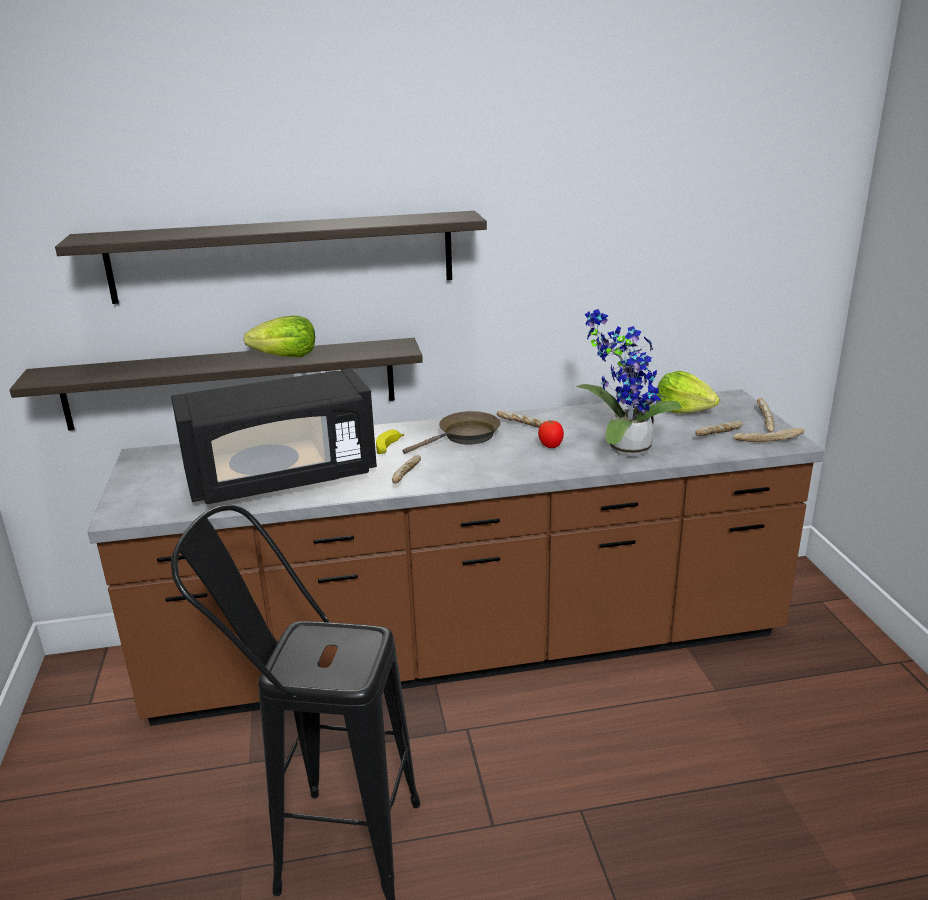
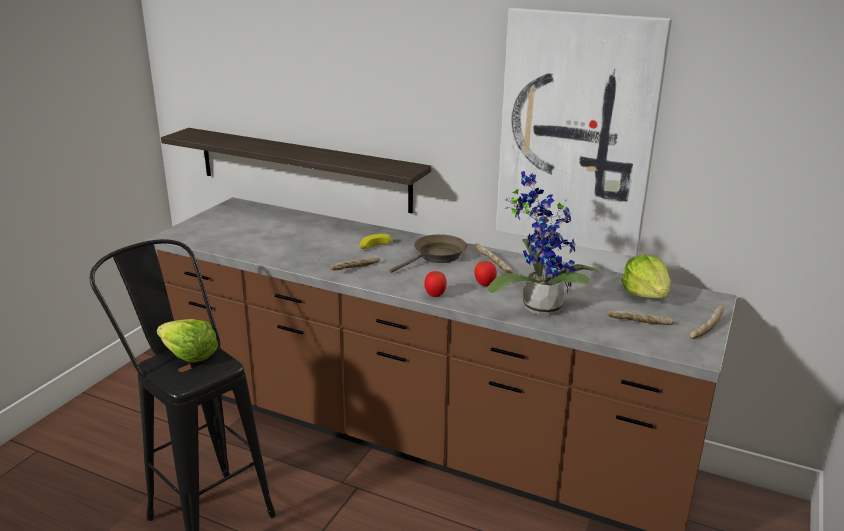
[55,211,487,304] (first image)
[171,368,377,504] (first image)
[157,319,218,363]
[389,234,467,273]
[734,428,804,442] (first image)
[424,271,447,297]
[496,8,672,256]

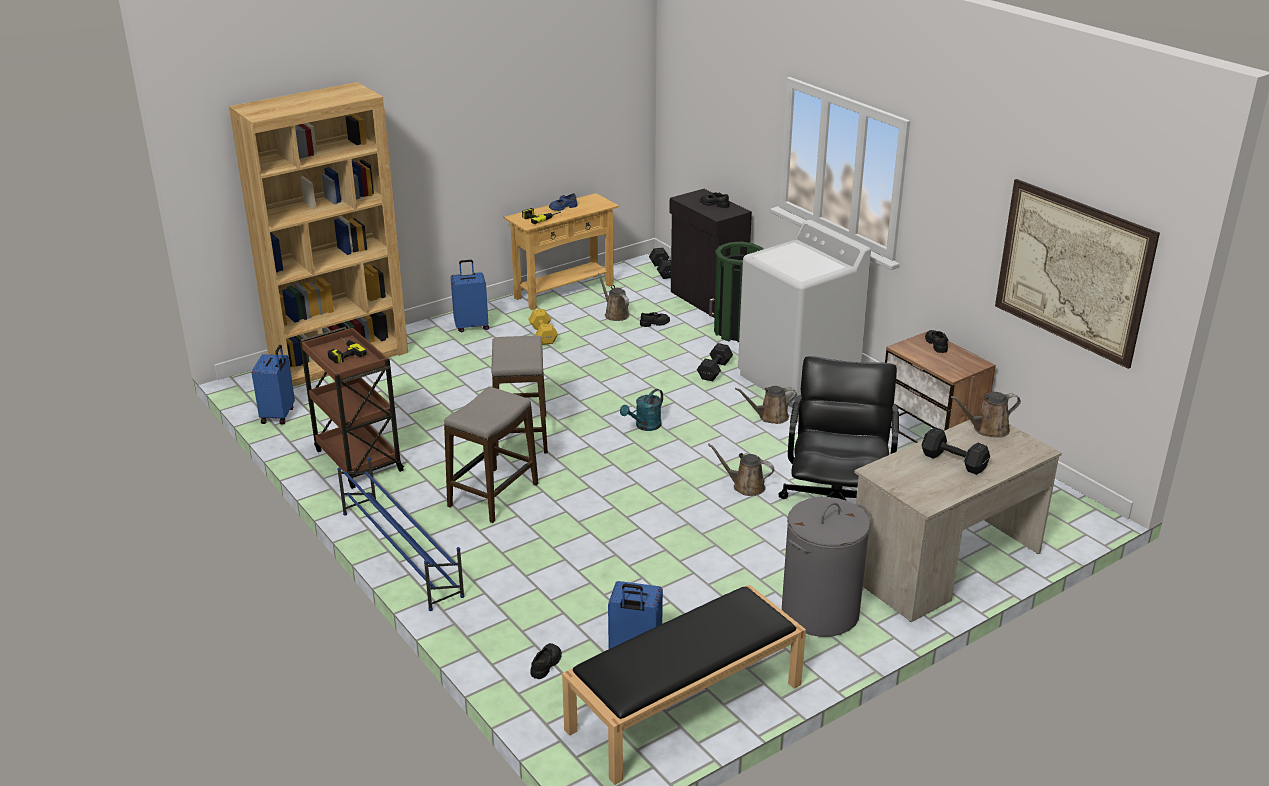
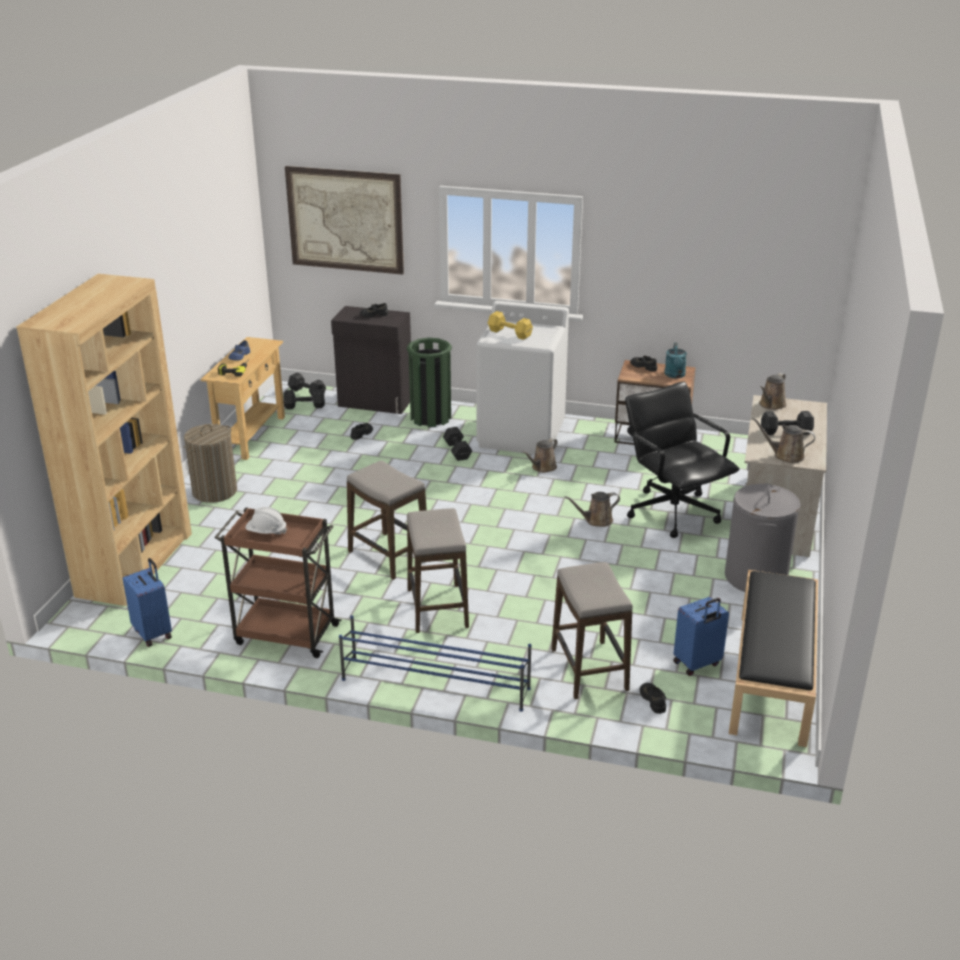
[245,507,287,534]
[183,424,237,503]
[488,311,533,340]
[752,417,815,463]
[665,342,687,378]
[285,166,404,275]
[283,389,325,409]
[551,562,633,699]

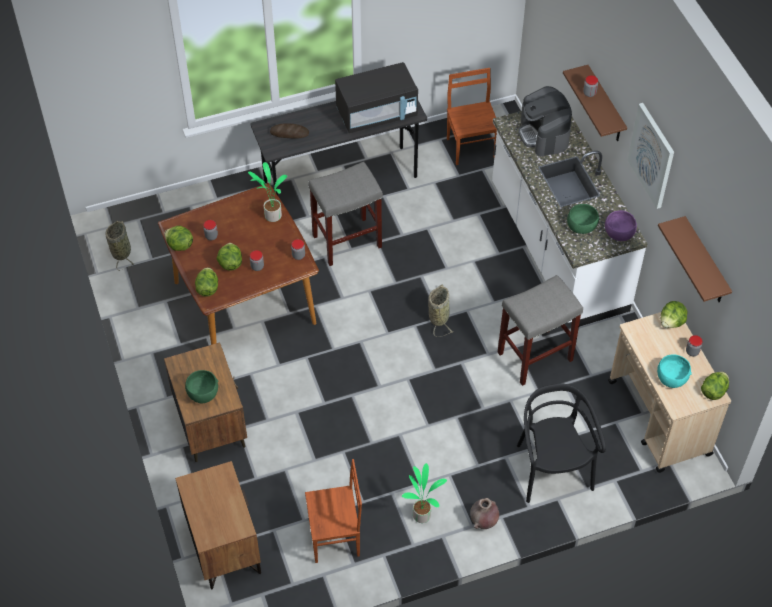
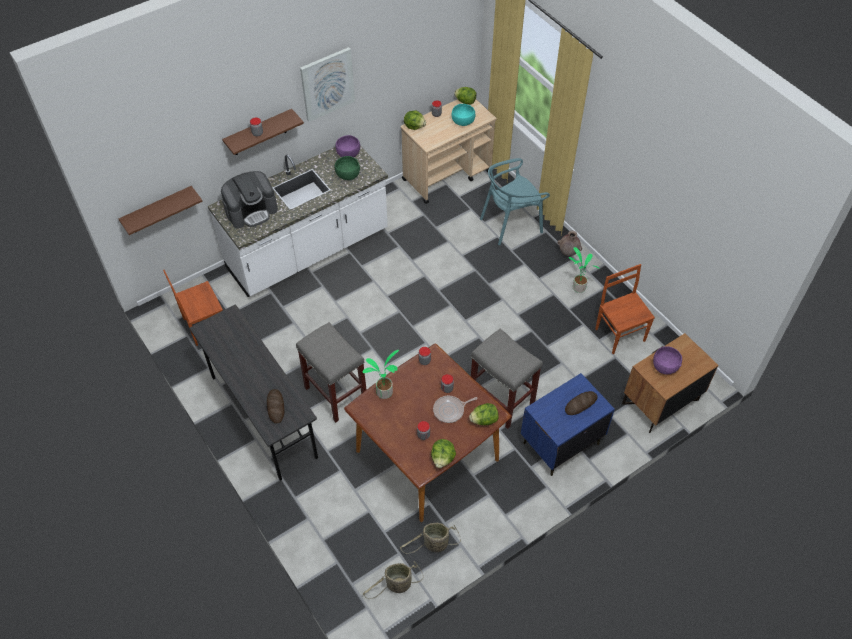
[521,373,615,476]
[565,391,598,415]
[433,396,477,423]
[335,62,418,133] (first image)
[400,523,461,554]
[471,329,543,429]
[480,158,550,245]
[119,186,203,235]
[653,346,682,374]

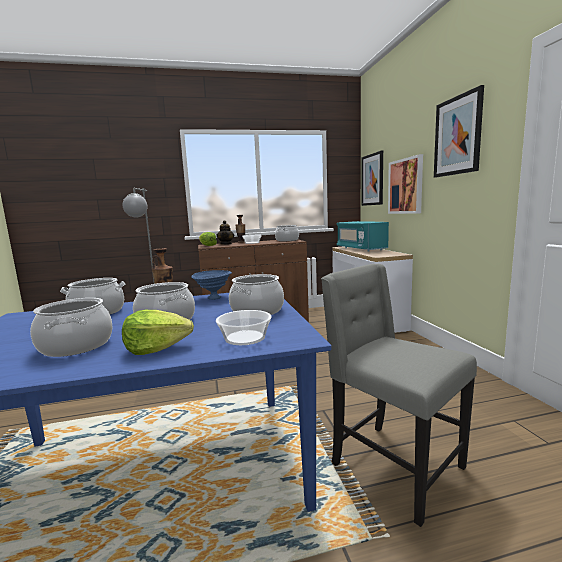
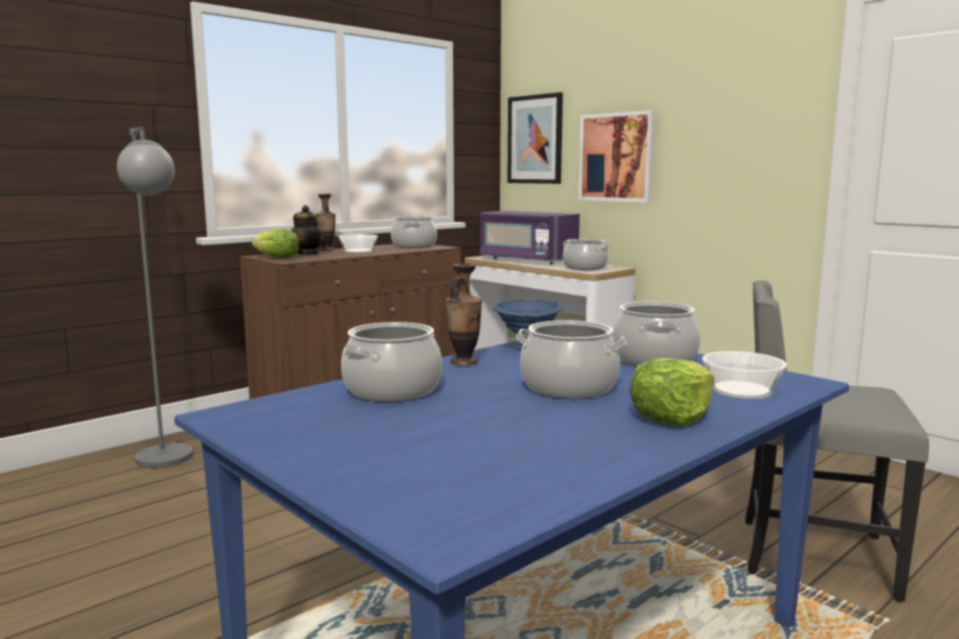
[563,239,609,270]
[480,211,580,264]
[434,85,484,178] (first image)

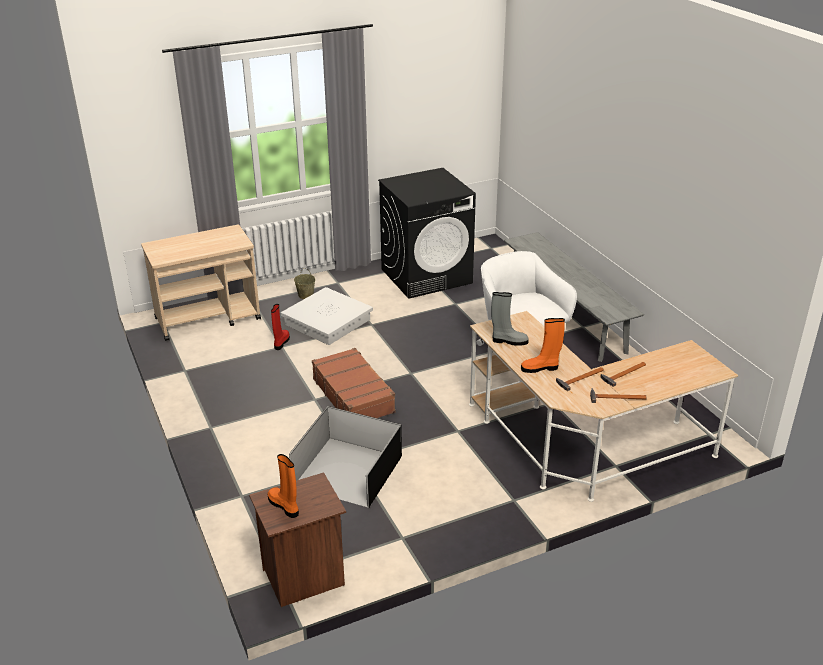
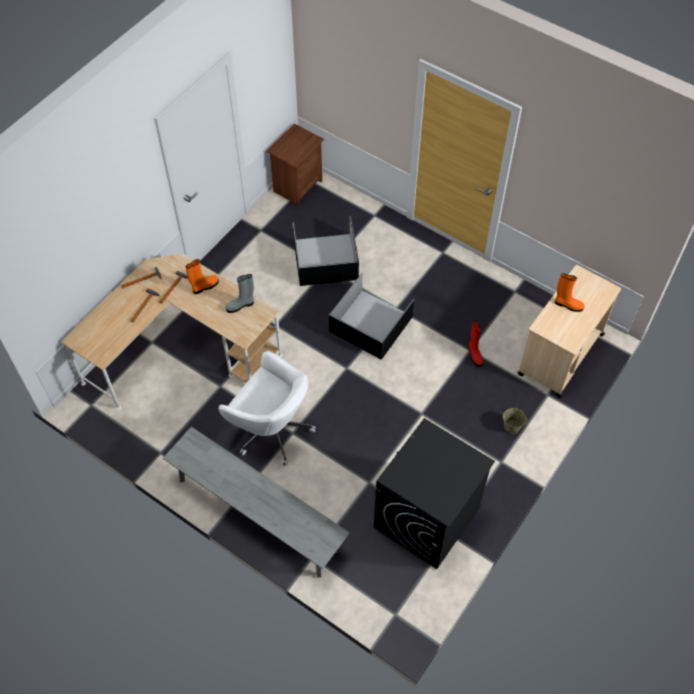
[555,273,584,312]
[281,287,373,345] (first image)
[329,273,415,359]

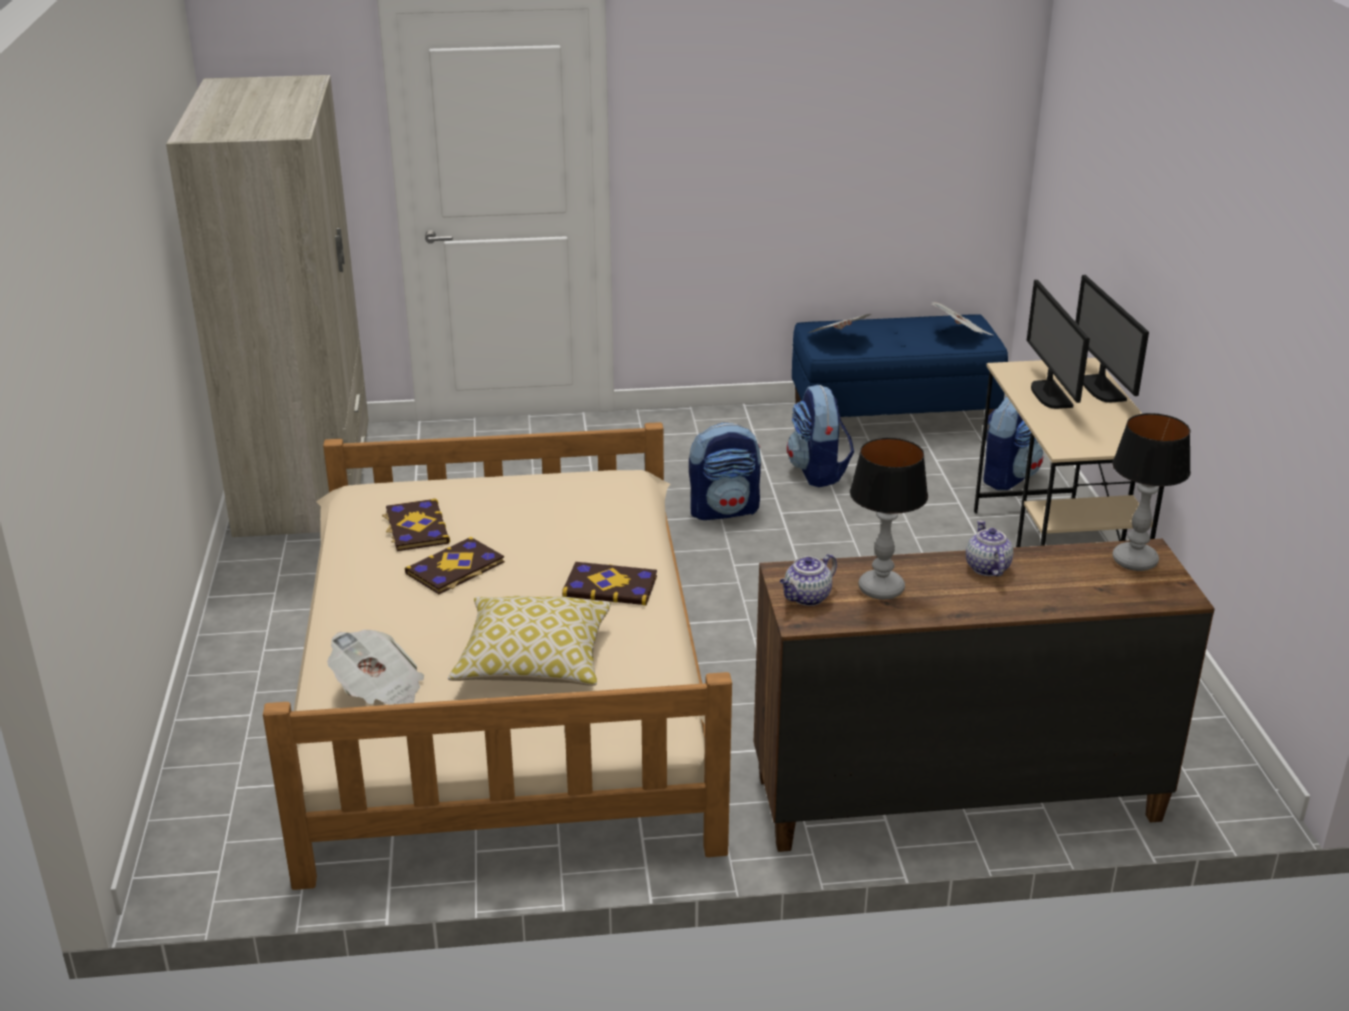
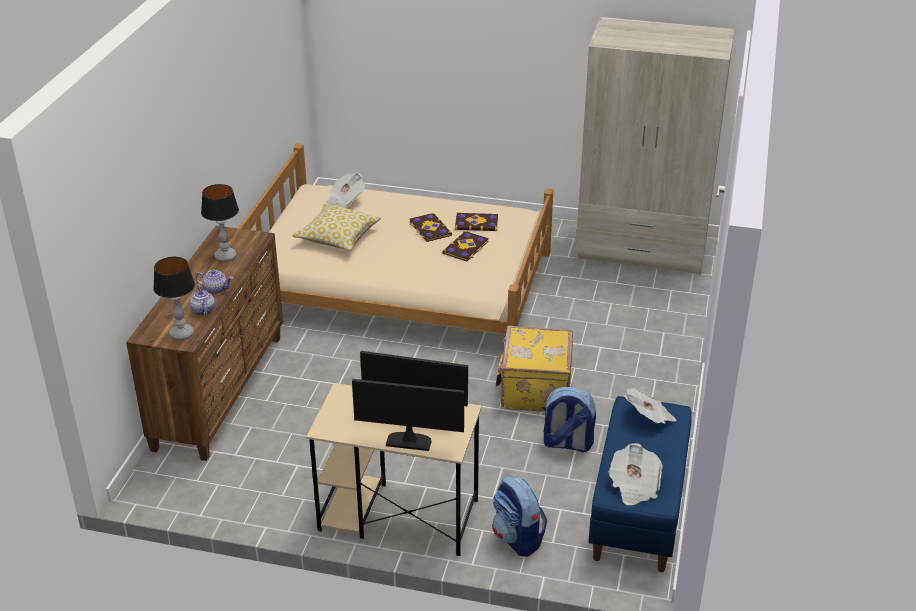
[442,231,489,261]
[496,326,573,412]
[190,286,215,315]

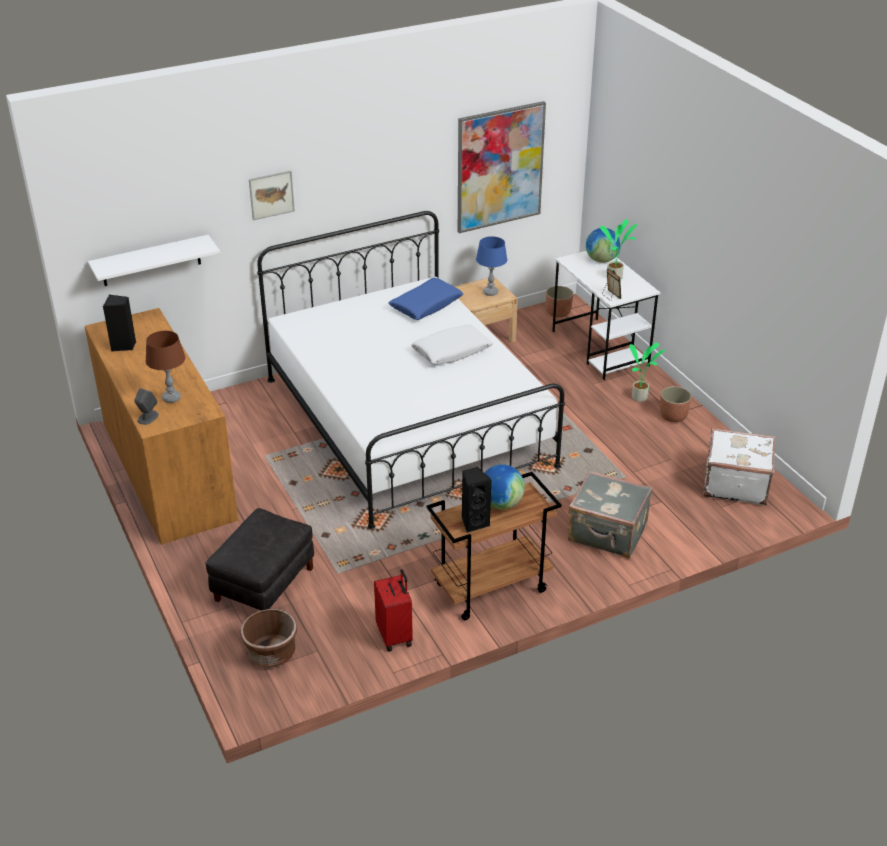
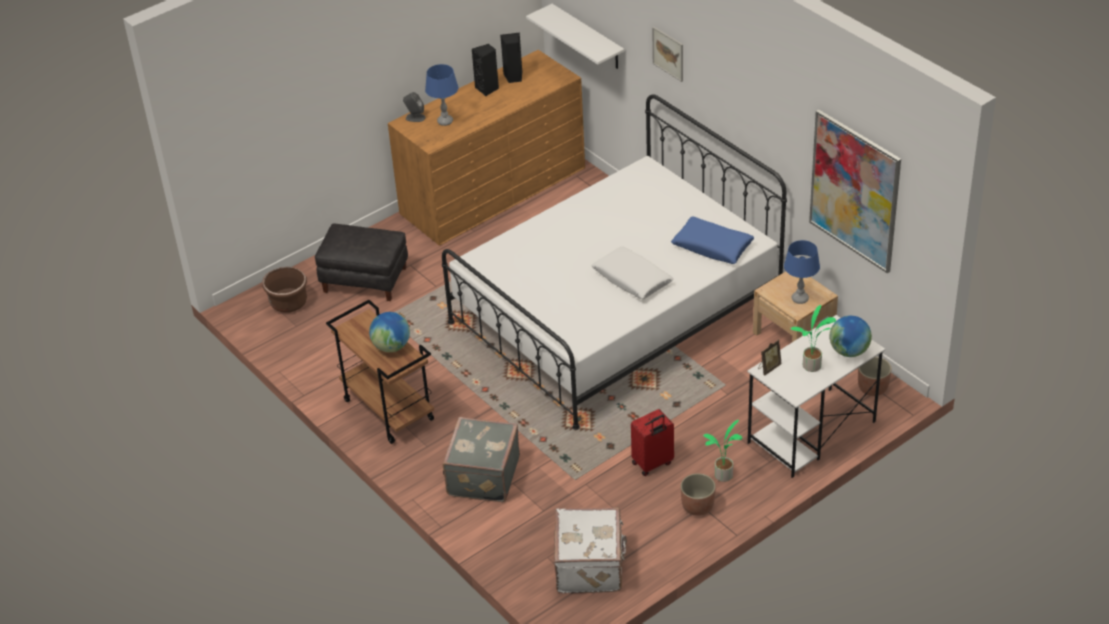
[425,64,458,126]
[631,409,674,476]
[472,44,499,97]

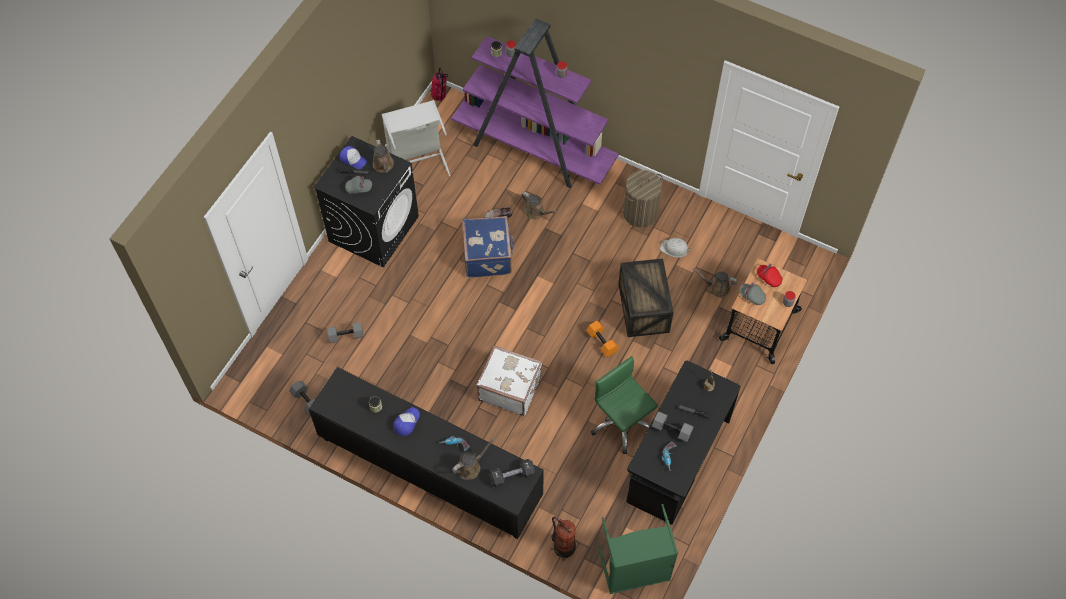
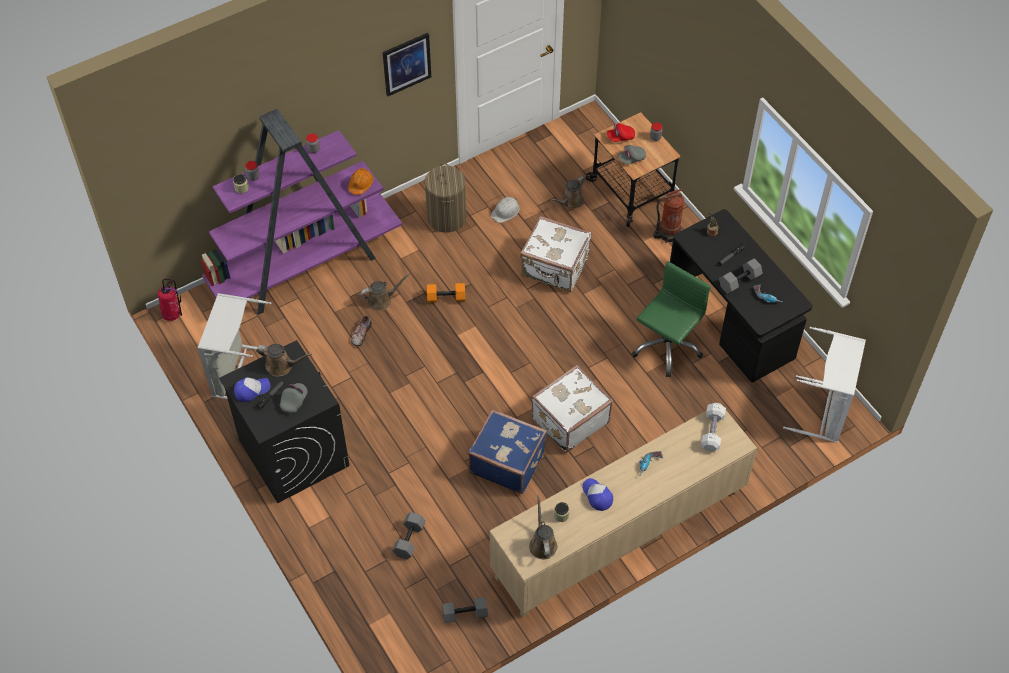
[490,403,757,617]
[529,494,557,559]
[468,409,547,494]
[701,403,726,452]
[653,189,684,243]
[427,283,465,303]
[632,261,711,377]
[783,327,866,443]
[520,216,591,292]
[348,168,374,195]
[383,33,431,96]

